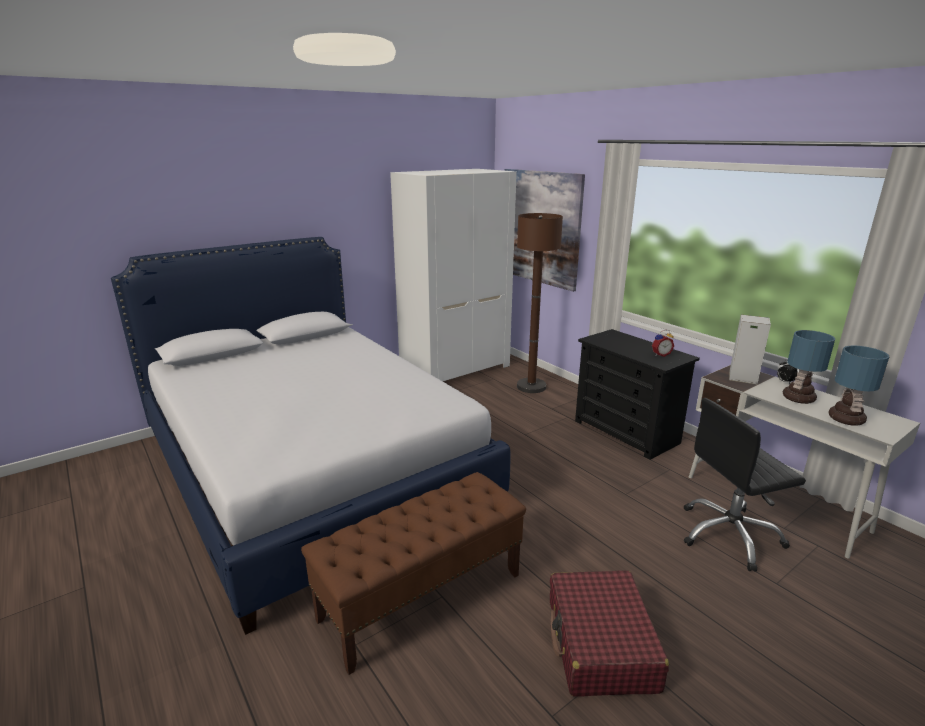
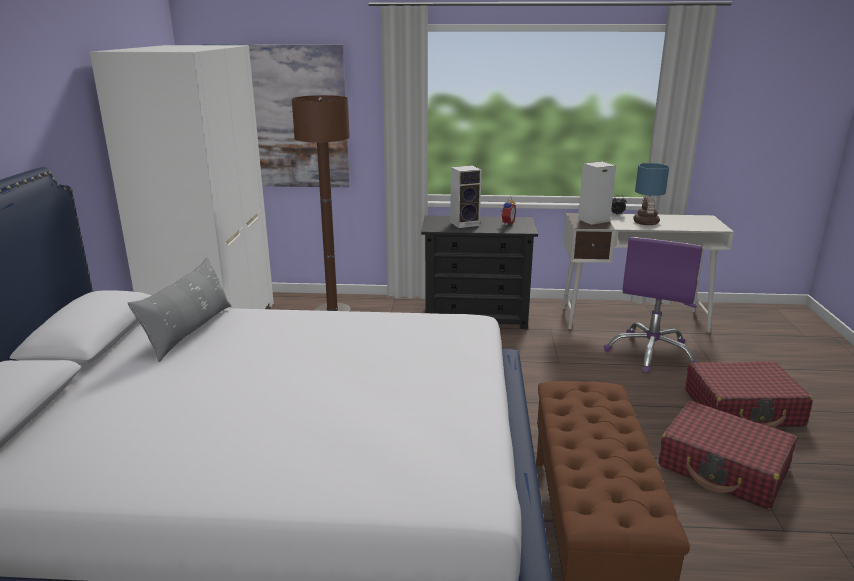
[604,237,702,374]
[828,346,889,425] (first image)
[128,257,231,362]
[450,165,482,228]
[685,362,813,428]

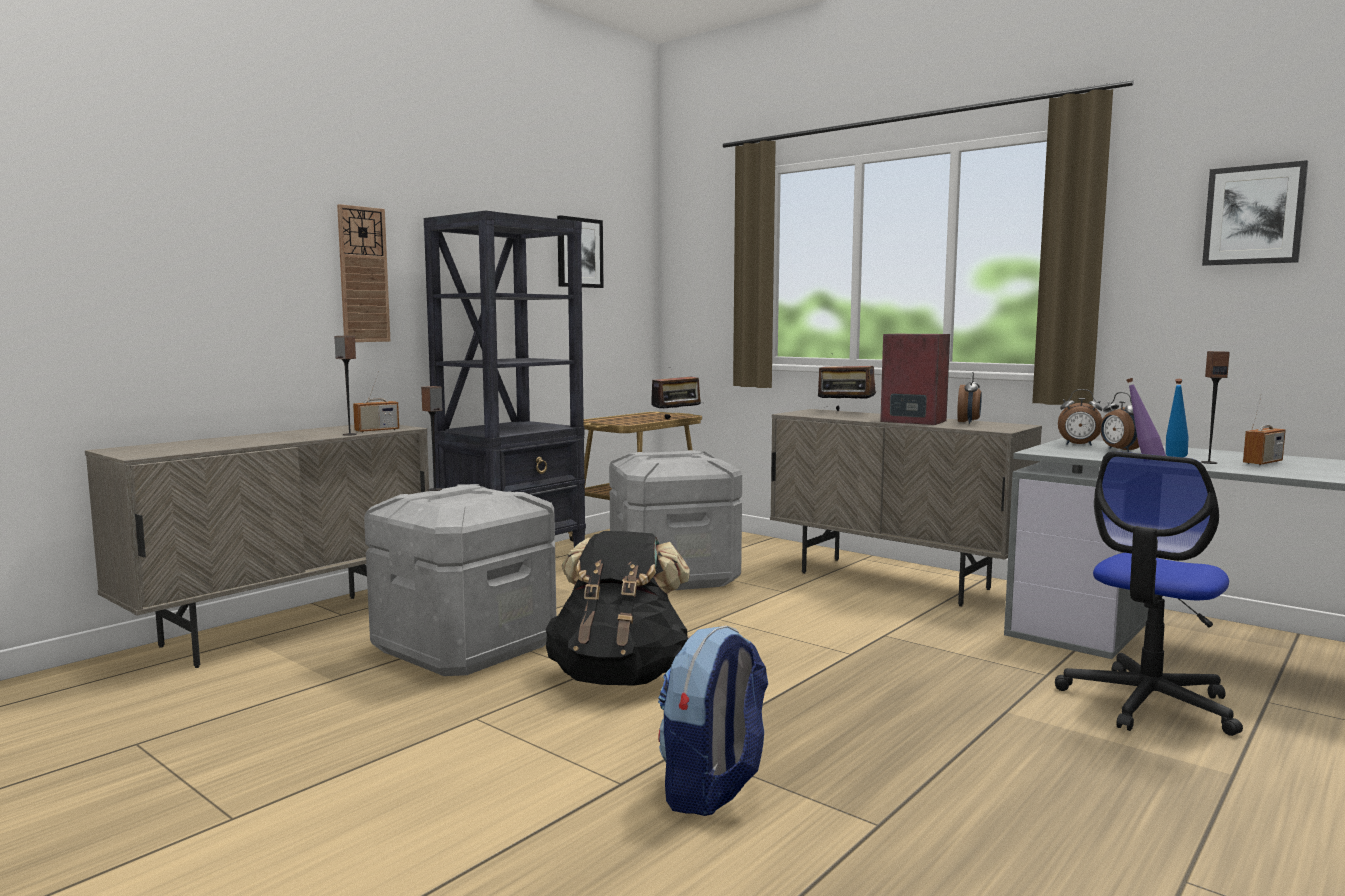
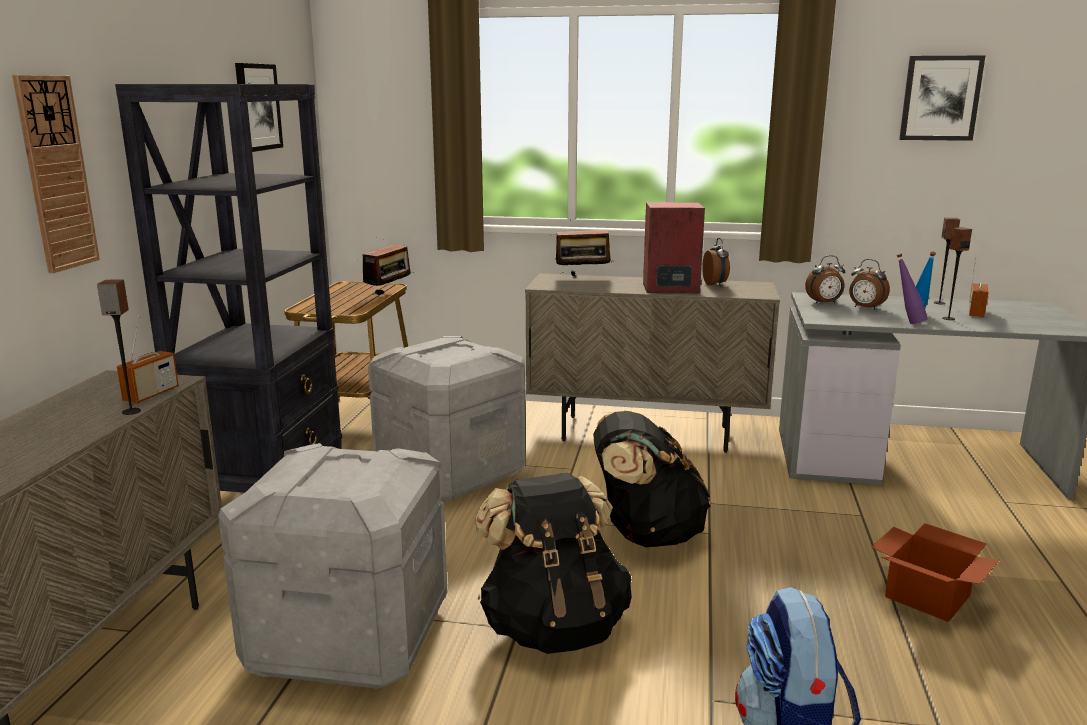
[934,218,960,304]
[1055,451,1243,736] (first image)
[593,411,711,547]
[871,523,999,622]

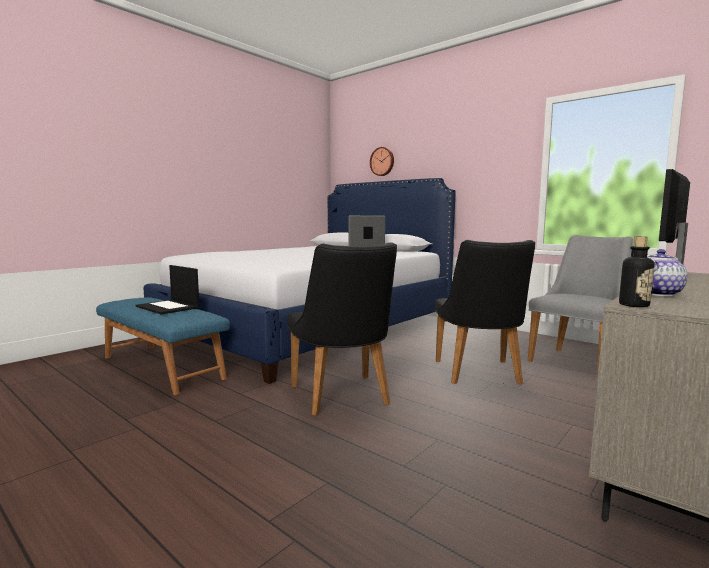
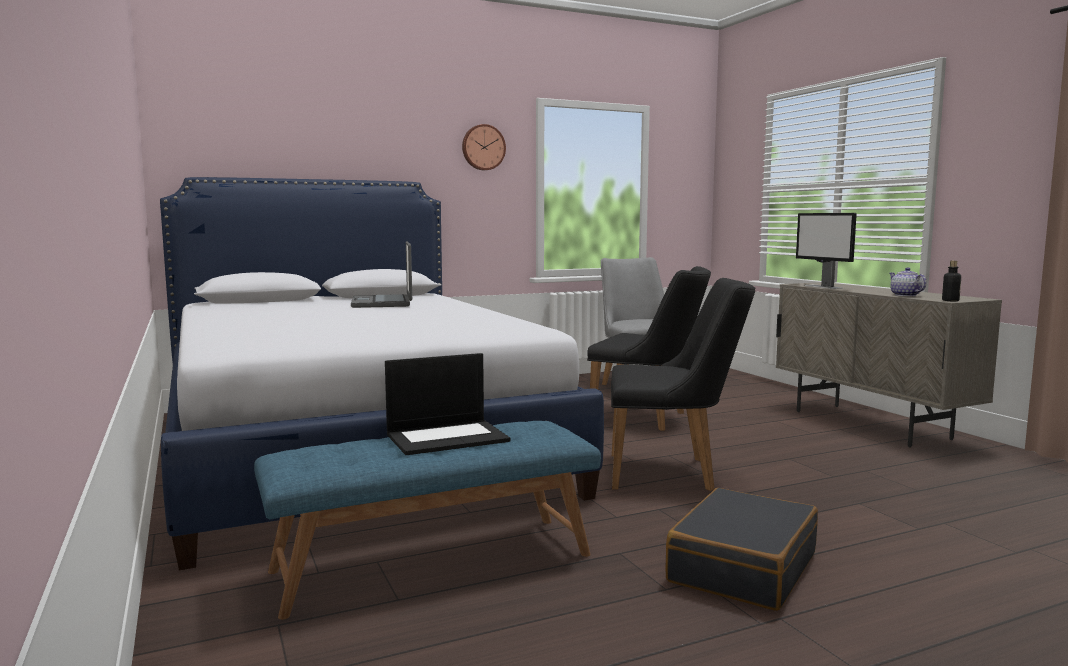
[462,124,506,170]
[665,488,818,611]

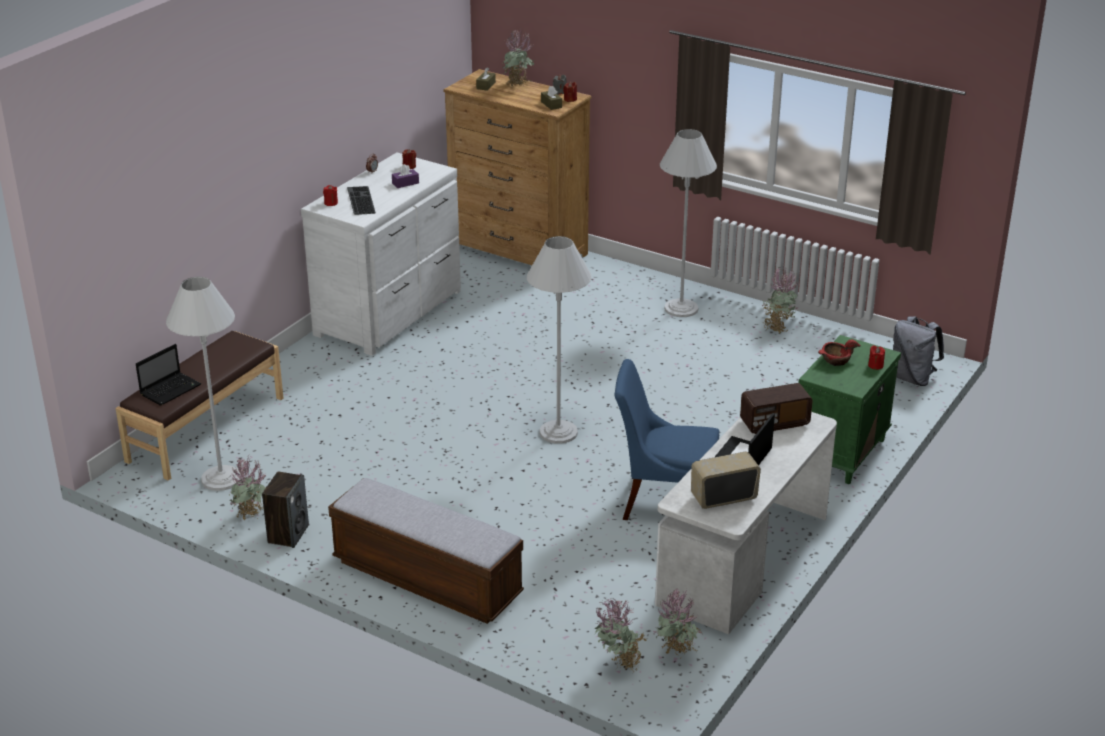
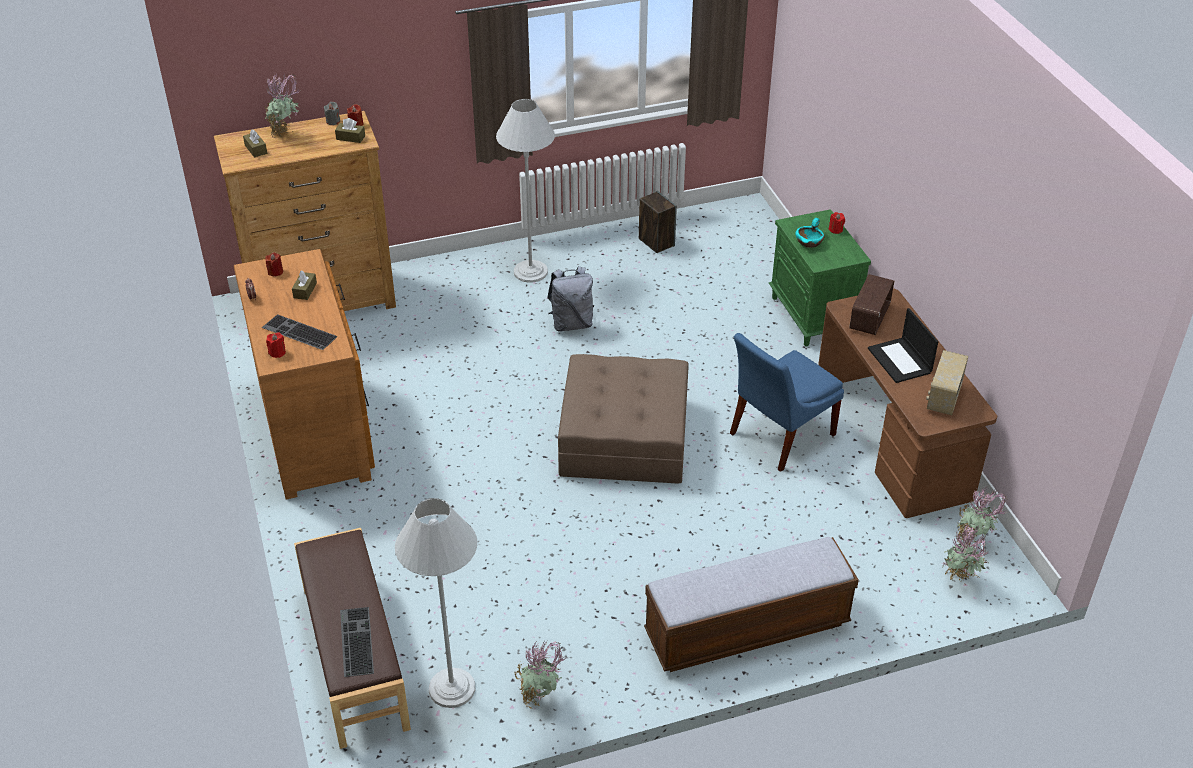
[340,607,374,677]
[639,191,677,253]
[234,249,375,500]
[292,271,317,300]
[558,354,689,484]
[818,288,997,518]
[762,267,799,334] (first image)
[795,218,824,248]
[547,266,594,332]

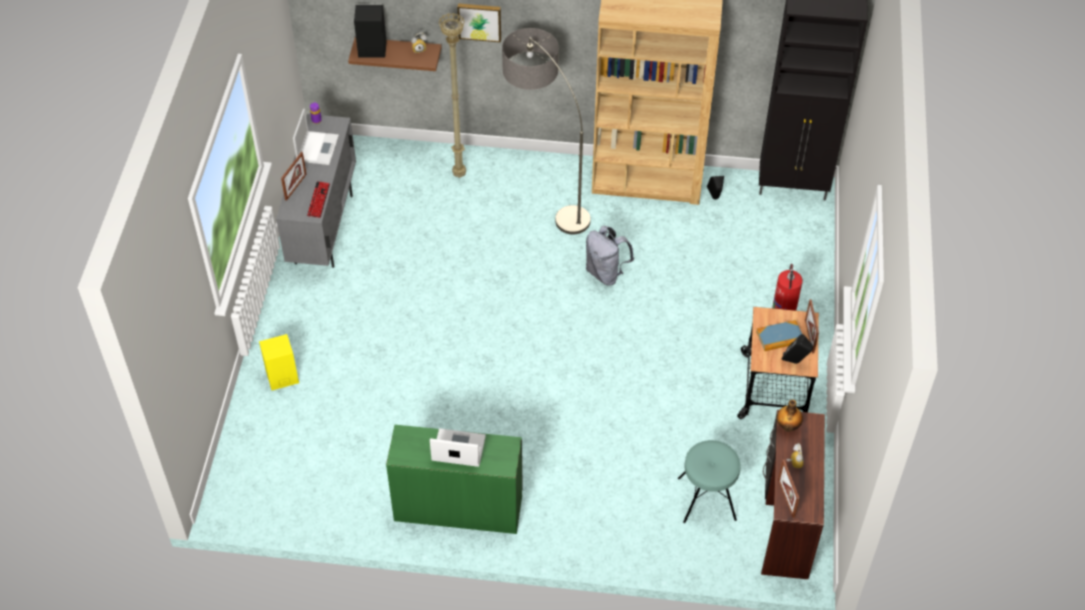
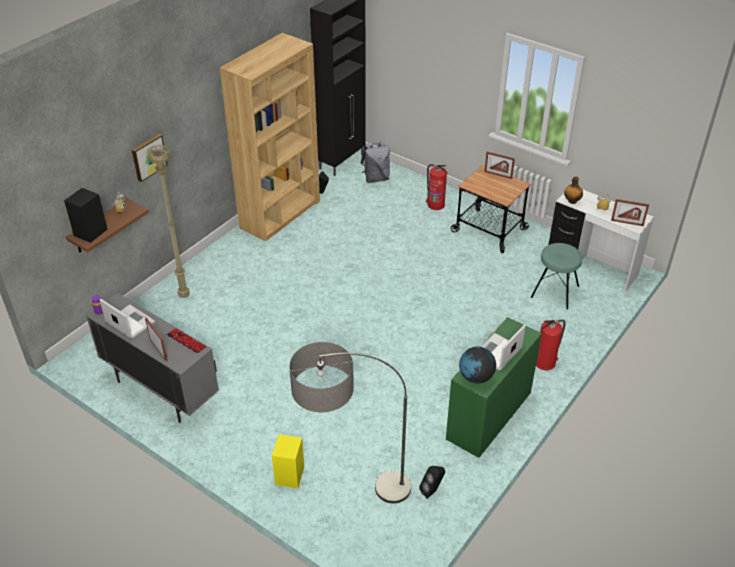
[289,342,411,503]
[361,142,390,183]
[756,320,802,351] (first image)
[548,189,654,293]
[419,466,445,499]
[459,347,496,384]
[536,319,566,370]

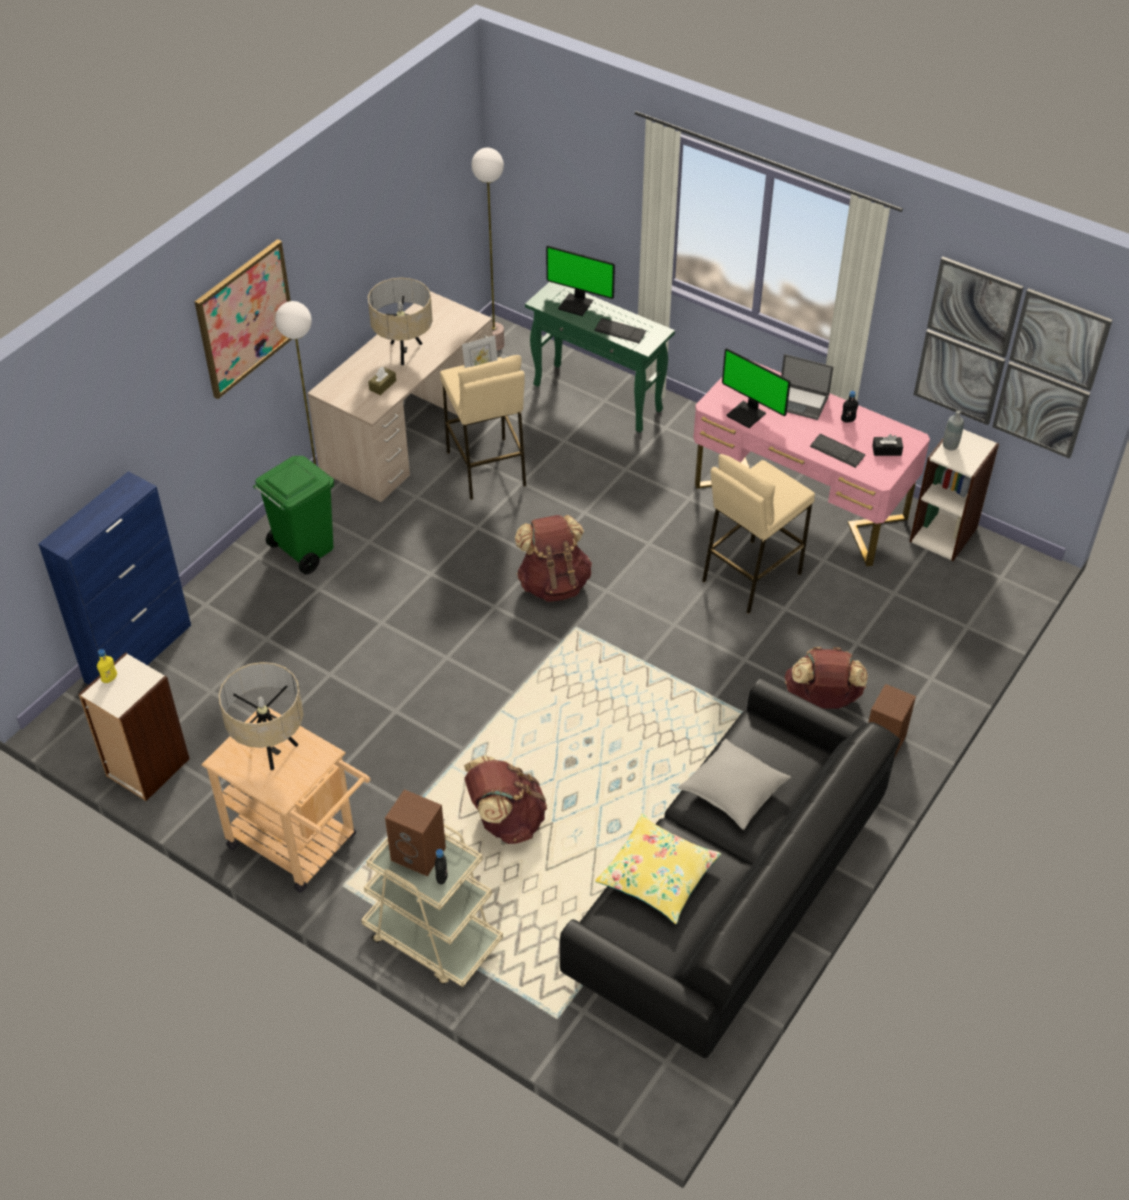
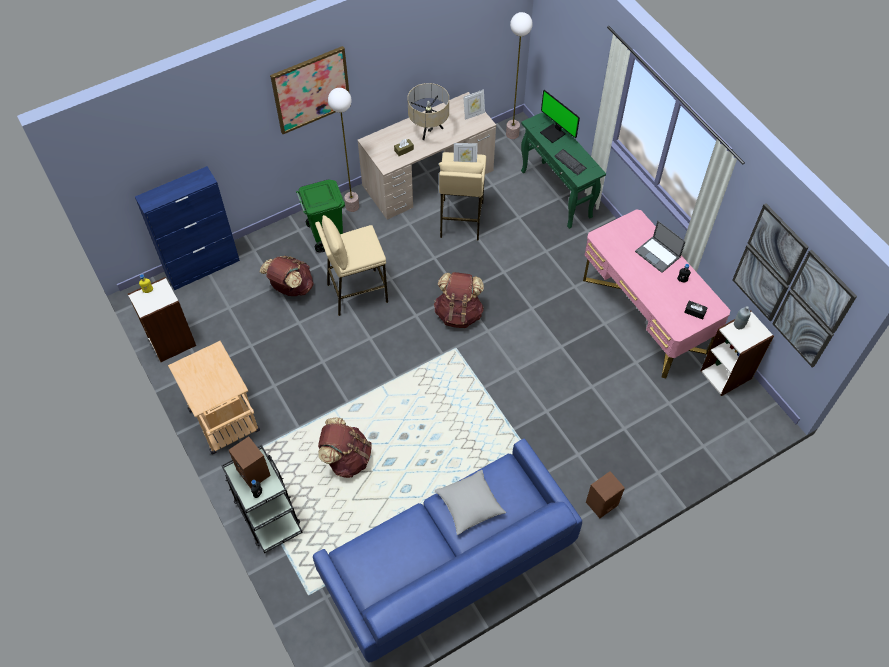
[219,662,303,770] (first image)
[221,445,303,553]
[313,439,582,663]
[595,814,721,924] (first image)
[315,215,388,316]
[722,348,791,428] (first image)
[260,256,314,296]
[810,434,865,468] (first image)
[463,89,485,120]

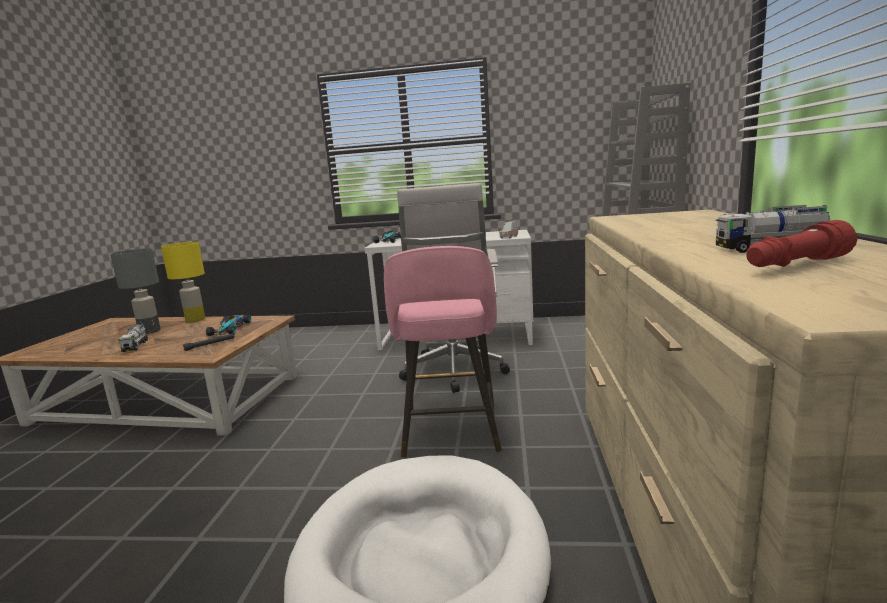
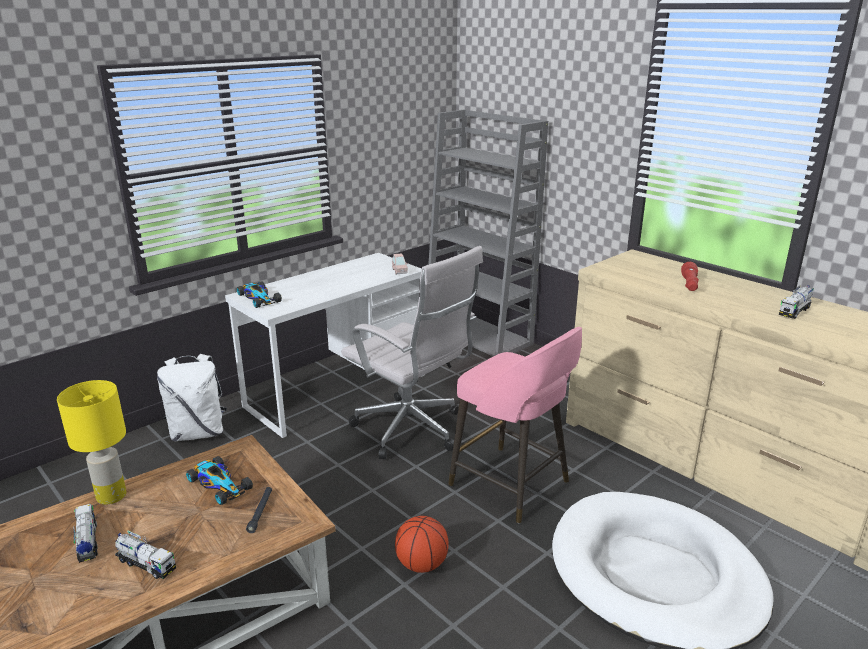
[73,504,98,563]
[681,262,699,291]
[157,354,227,441]
[395,516,449,573]

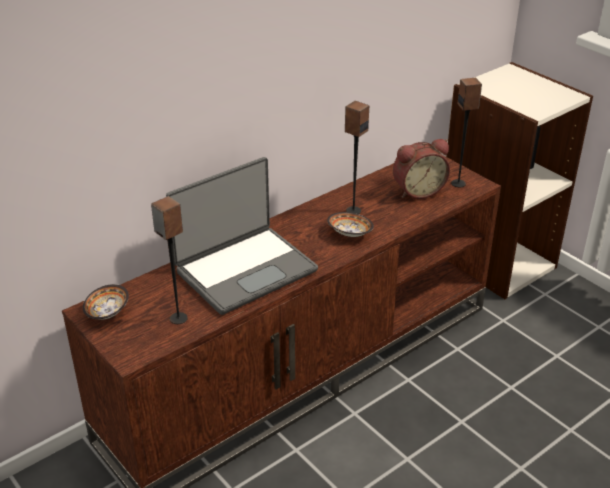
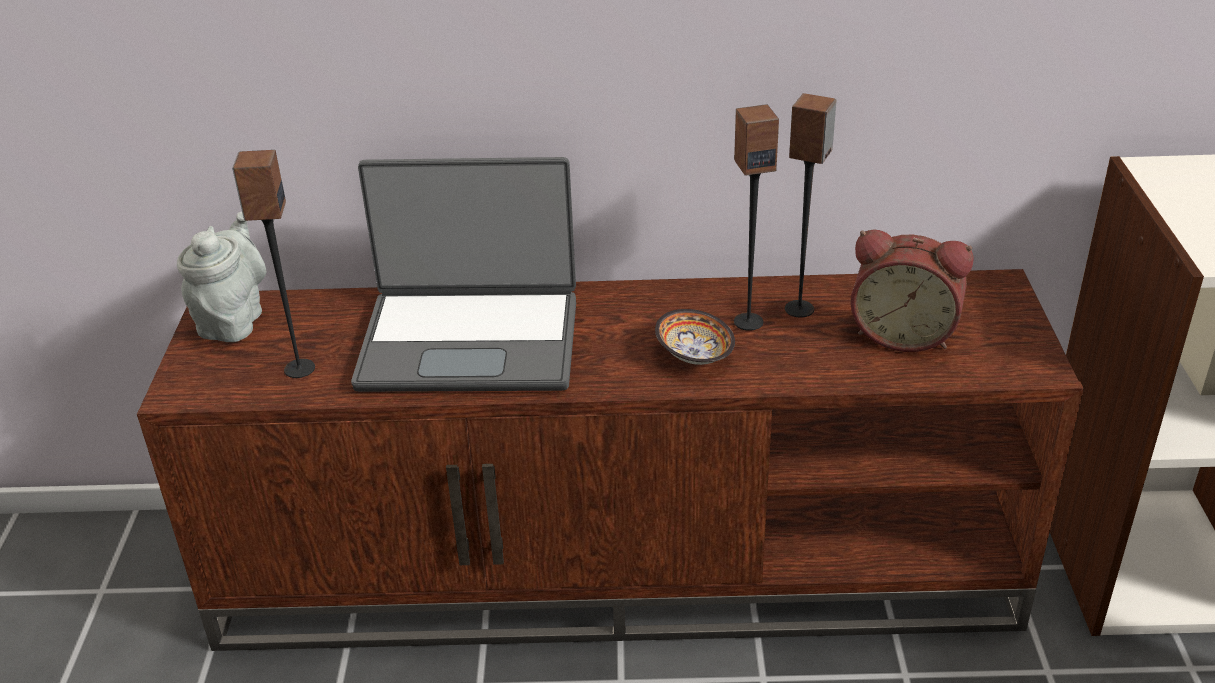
[177,212,267,342]
[785,93,837,317]

